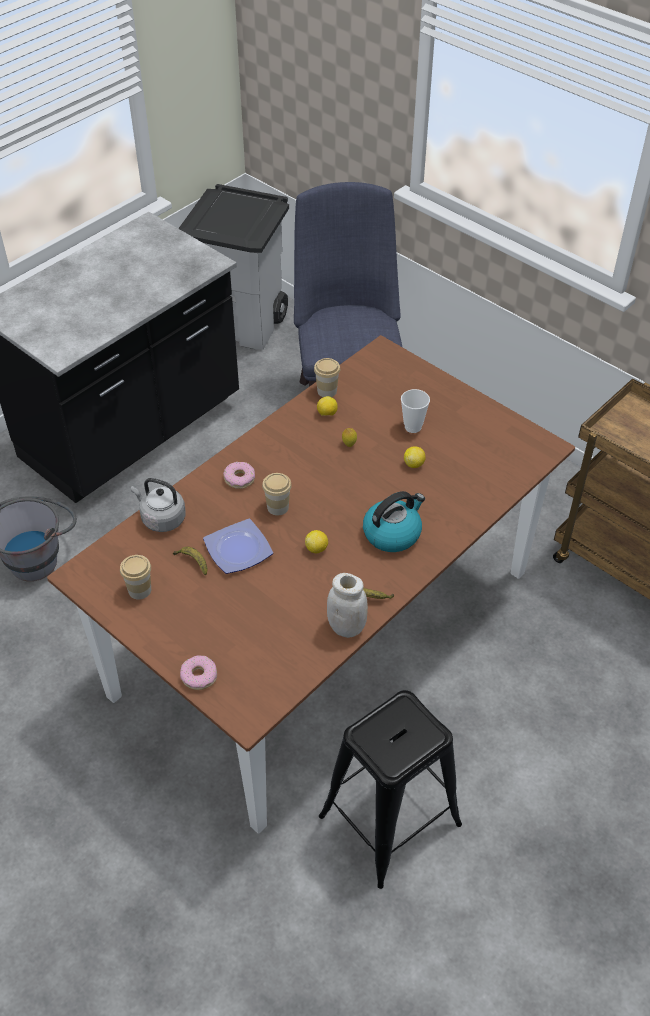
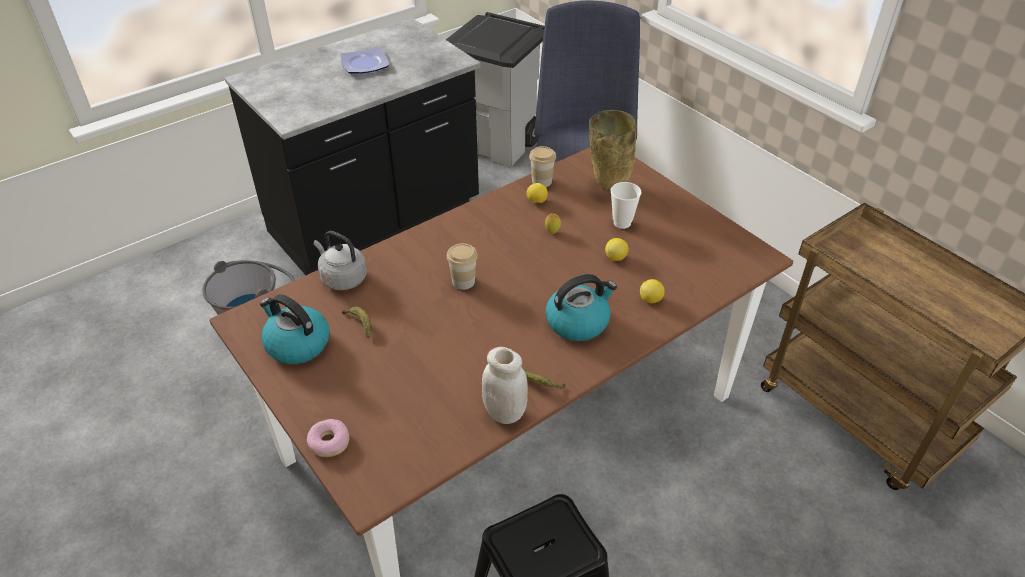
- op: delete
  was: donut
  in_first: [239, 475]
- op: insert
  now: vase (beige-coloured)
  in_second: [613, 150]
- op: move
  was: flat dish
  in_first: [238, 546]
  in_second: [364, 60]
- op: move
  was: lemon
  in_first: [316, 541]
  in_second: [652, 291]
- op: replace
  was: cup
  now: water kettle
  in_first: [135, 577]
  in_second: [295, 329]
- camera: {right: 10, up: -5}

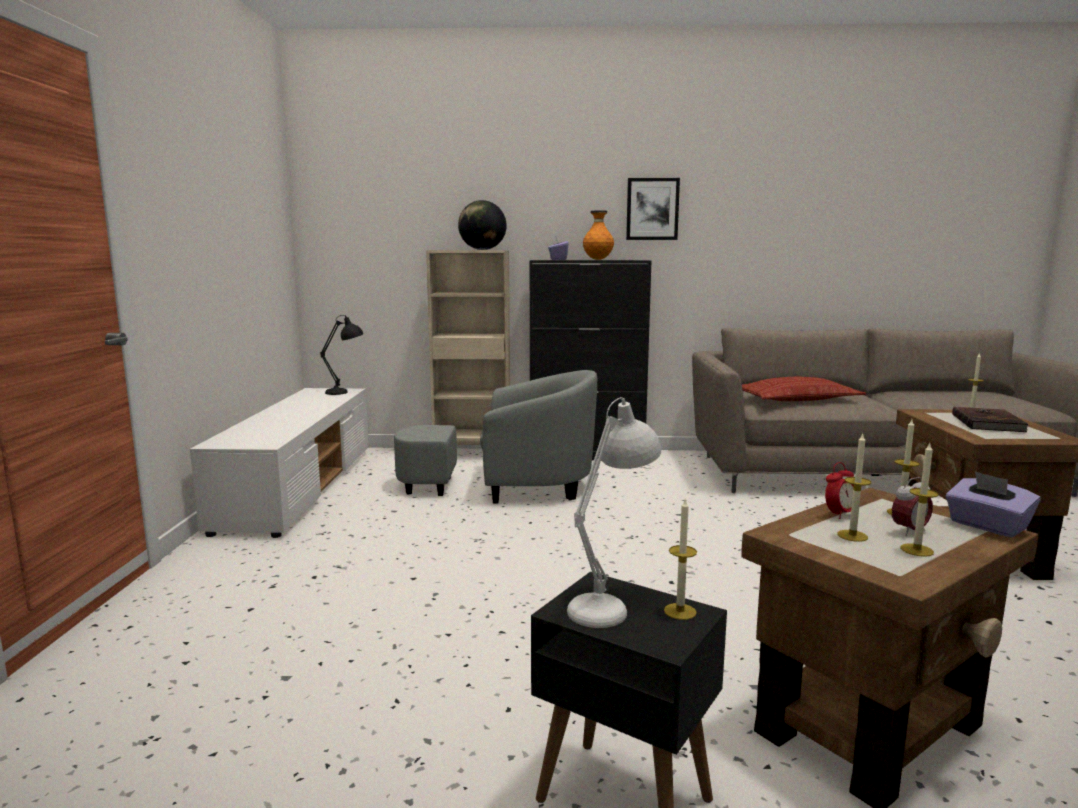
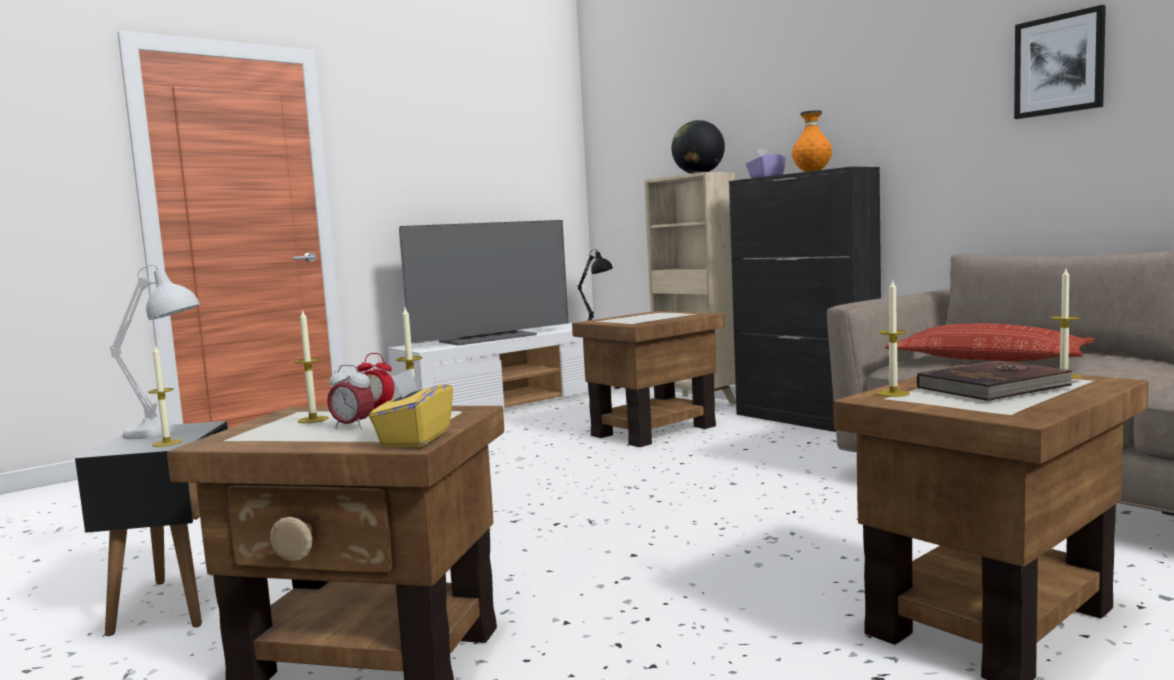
- op: insert
  now: TV set
  in_second: [484, 283]
- op: move
  was: wall art
  in_first: [653, 209]
  in_second: [1060, 62]
- op: move
  was: wax candle
  in_first: [919, 500]
  in_second: [893, 338]
- op: replace
  was: lounge chair (gray)
  now: accent table (brownish)
  in_first: [495, 437]
  in_second: [648, 379]
- op: recolor
  was: tissue holder (purple)
  now: tissue holder (yellow-coloured)
  in_first: [993, 504]
  in_second: [411, 408]
- camera: {right: 50, up: -5}

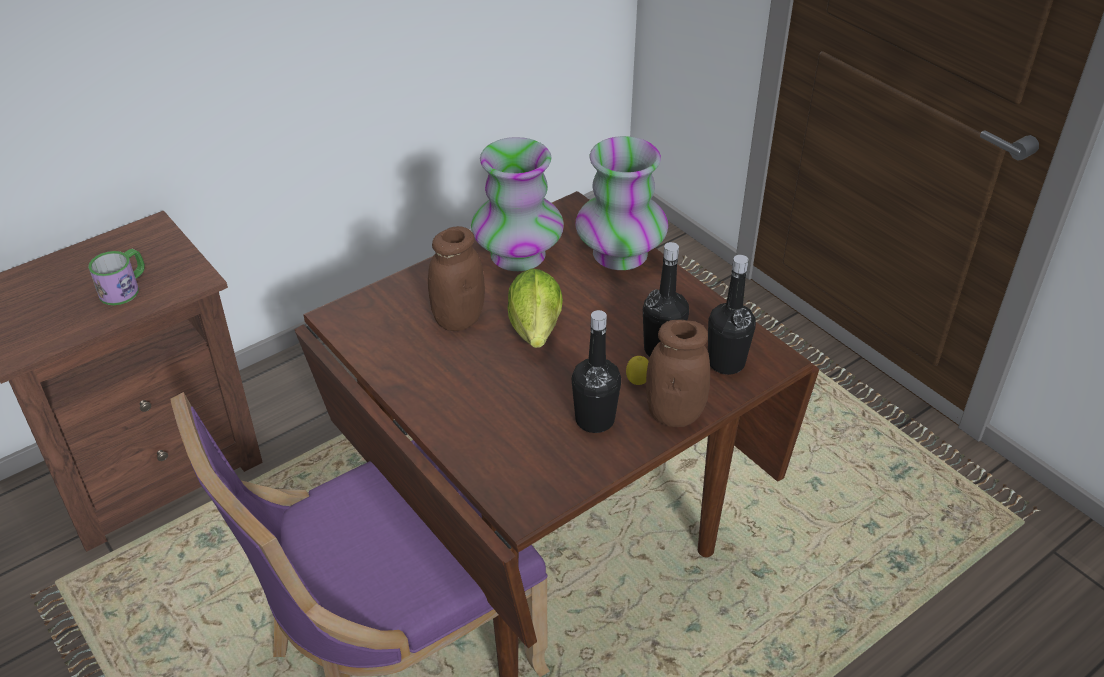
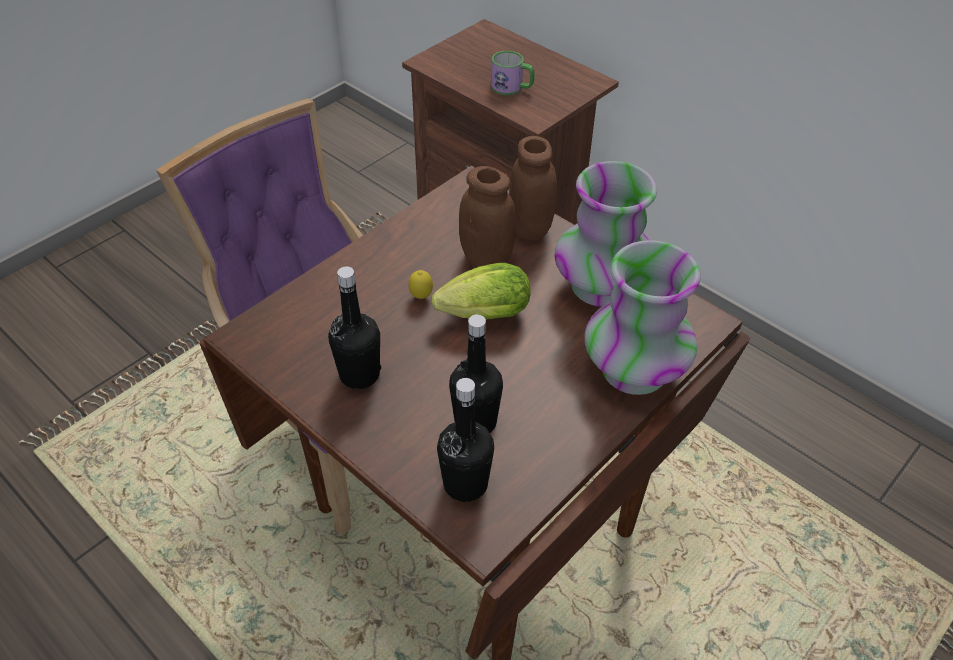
- op: move
  was: lemon
  in_first: [637, 370]
  in_second: [420, 284]
- op: move
  was: preserve jar (brownish)
  in_first: [678, 373]
  in_second: [533, 188]
- camera: {right: 80, up: 5}

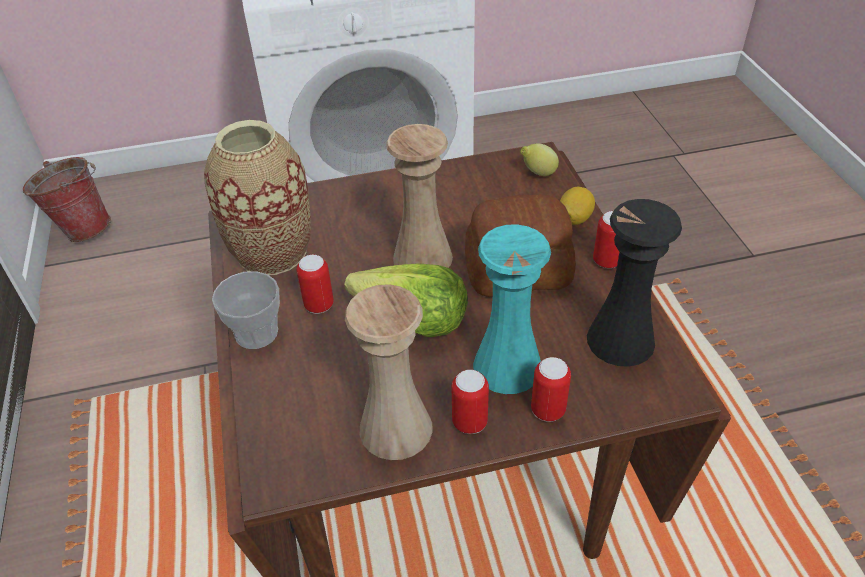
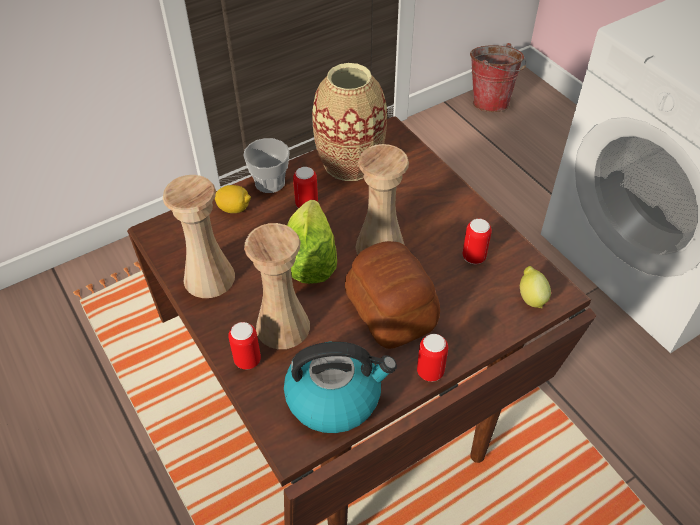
- op: move
  was: can
  in_first: [470, 402]
  in_second: [477, 241]
- op: move
  was: lemon
  in_first: [577, 206]
  in_second: [233, 199]
- op: replace
  was: vase (black)
  now: water kettle
  in_first: [634, 283]
  in_second: [340, 387]
- op: recolor
  was: vase (turquoise)
  now: vase (beige-coloured)
  in_first: [512, 309]
  in_second: [277, 286]
- camera: {right: 70, up: 5}

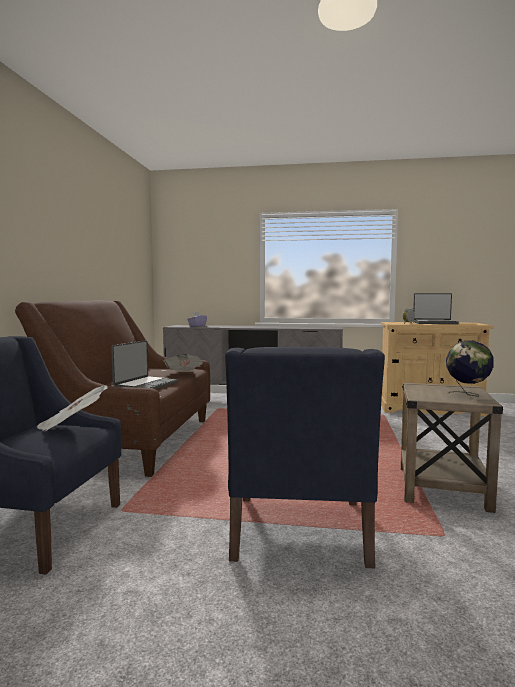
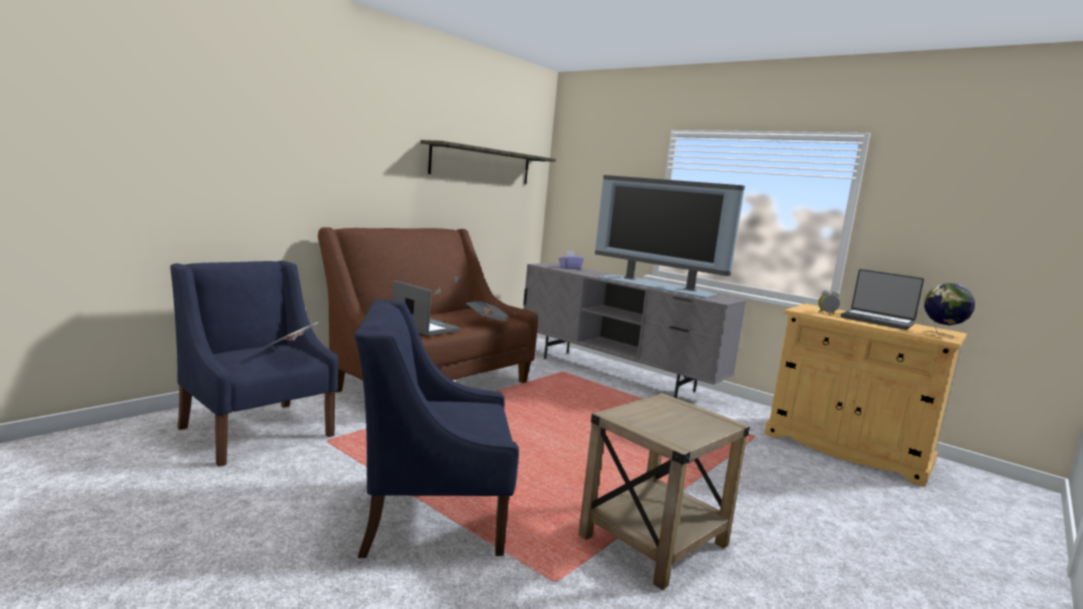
- op: insert
  now: shelf
  in_second: [488, 162]
- op: insert
  now: TV set
  in_second: [670, 236]
- op: move
  was: desk globe
  in_first: [470, 369]
  in_second: [949, 310]
- op: rotate
  was: notebook computer
  in_first: [144, 364]
  in_second: [426, 308]
  clockwise: -105
- op: rotate
  was: lounge chair (bluish)
  in_first: [305, 457]
  in_second: [436, 429]
  clockwise: 45
- camera: {right: 30, up: 5}

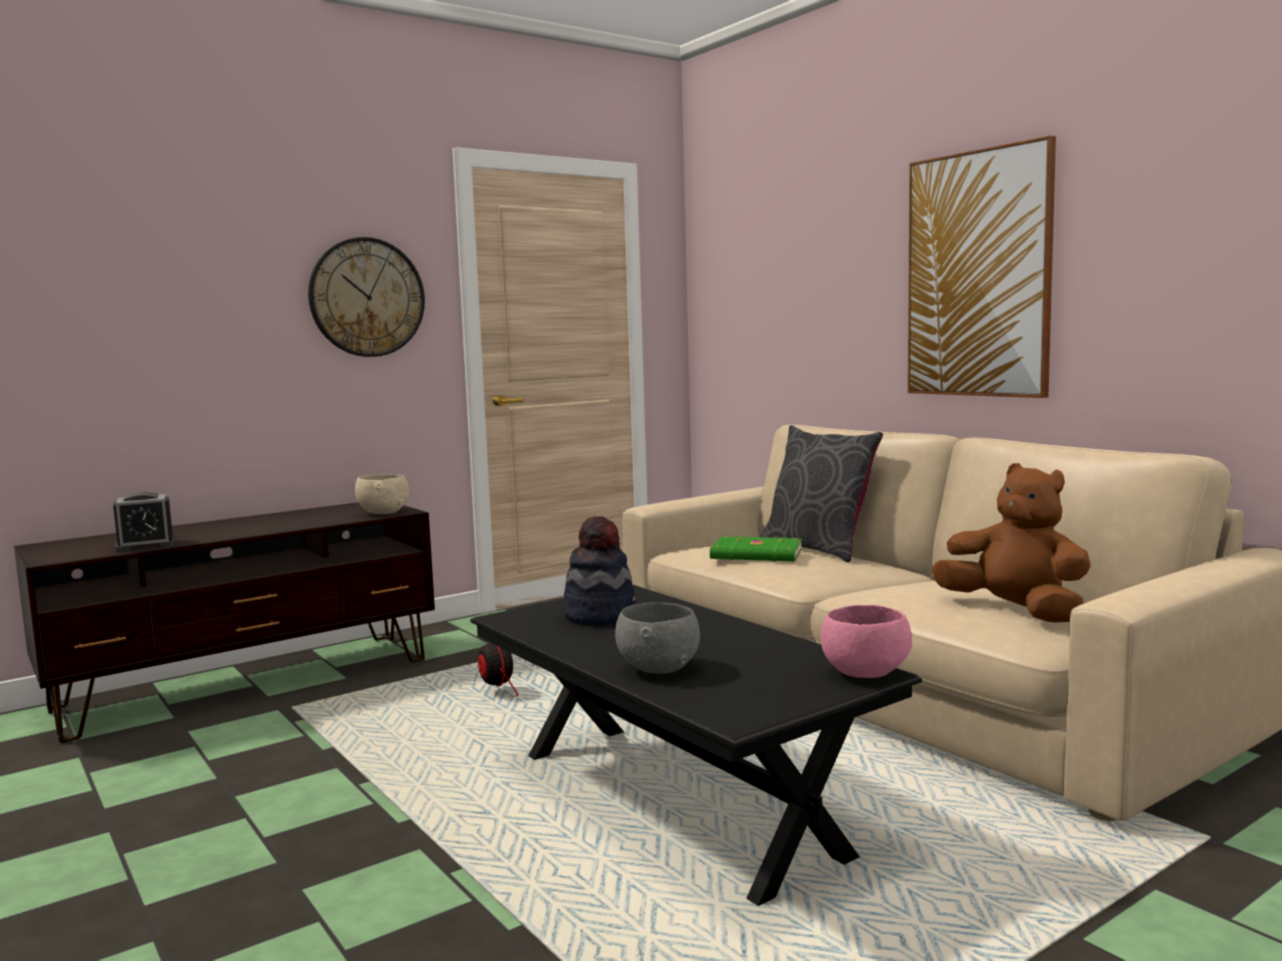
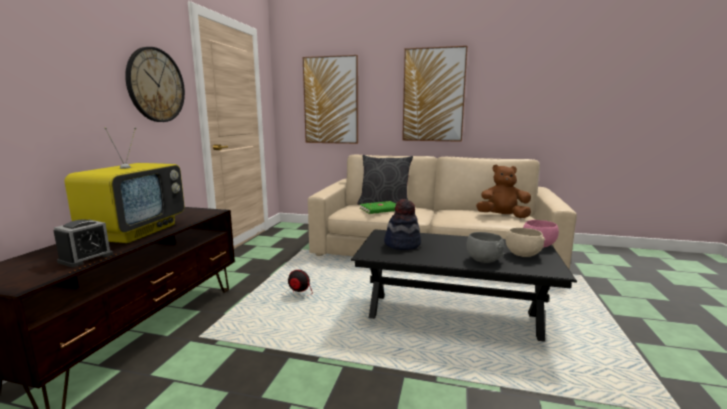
- op: insert
  now: TV set
  in_second: [124, 185]
- op: insert
  now: wall art
  in_second: [330, 99]
- op: move
  was: serving bowl (beige-coloured)
  in_first: [382, 494]
  in_second: [525, 242]
- camera: {right: -40, up: 5}

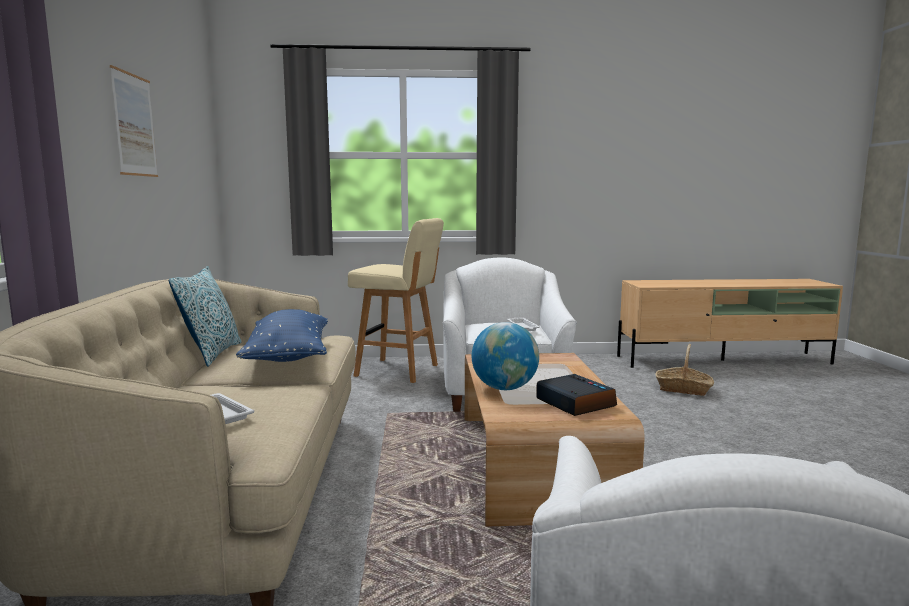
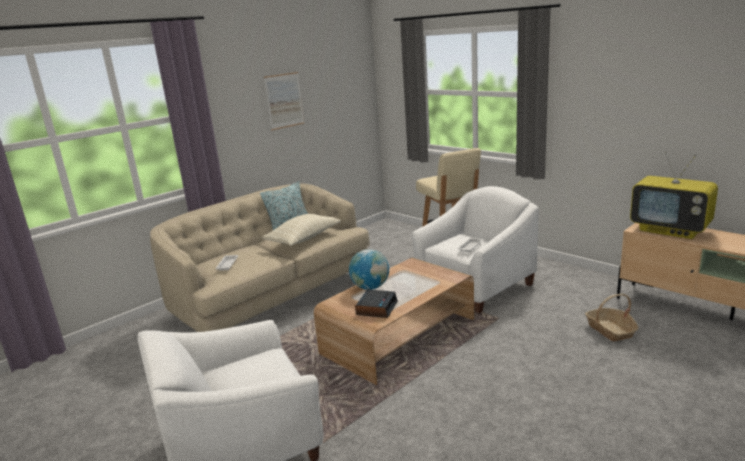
- op: insert
  now: TV set
  in_second: [674, 195]
- op: recolor
  was: cushion (bluish)
  now: cushion (beige-coloured)
  in_first: [282, 335]
  in_second: [301, 230]
- camera: {right: 50, up: 10}

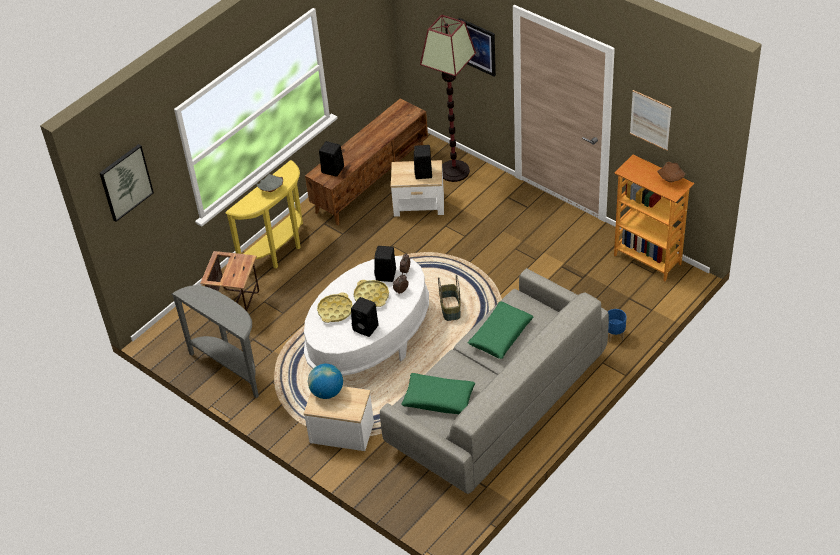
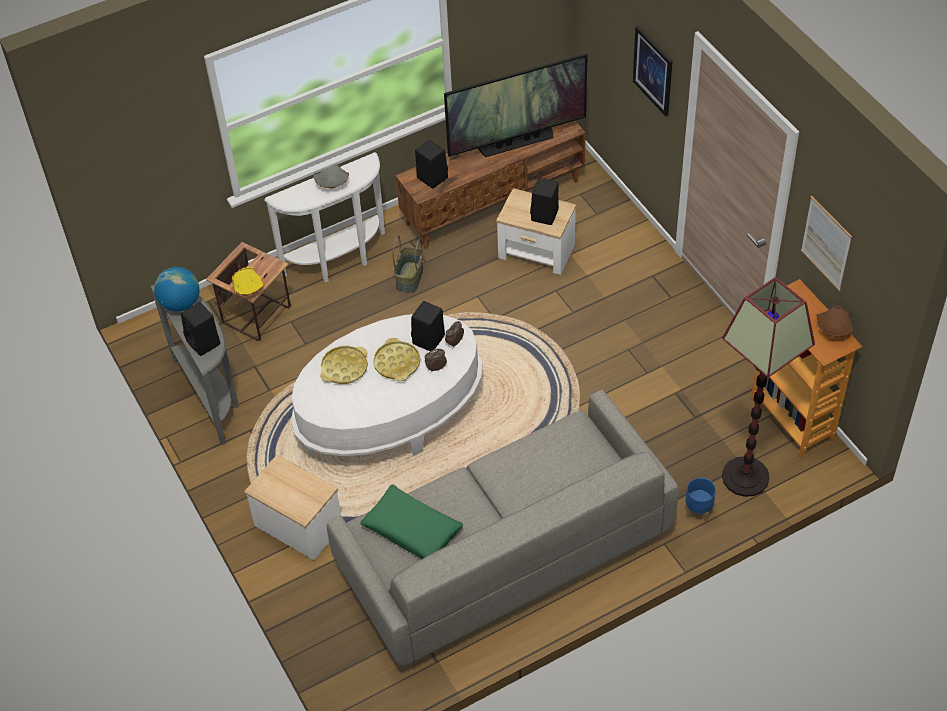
- op: delete
  was: wall art
  in_first: [127, 183]
- op: delete
  was: cushion (green-coloured)
  in_first: [501, 330]
- op: insert
  now: serving bowl (yellow-coloured)
  in_second: [248, 281]
- op: insert
  now: TV set
  in_second: [516, 105]
- op: move
  was: desk globe
  in_first: [325, 381]
  in_second: [177, 289]
- op: move
  was: speaker (black)
  in_first: [365, 317]
  in_second: [200, 329]
- op: move
  was: floor lamp
  in_first: [448, 98]
  in_second: [768, 387]
- op: move
  was: storage basket
  in_first: [449, 298]
  in_second: [408, 264]
- op: recolor
  was: console table (yellow-coloured)
  now: console table (white)
  in_first: [264, 214]
  in_second: [324, 217]
- camera: {right: 20, up: 5}

